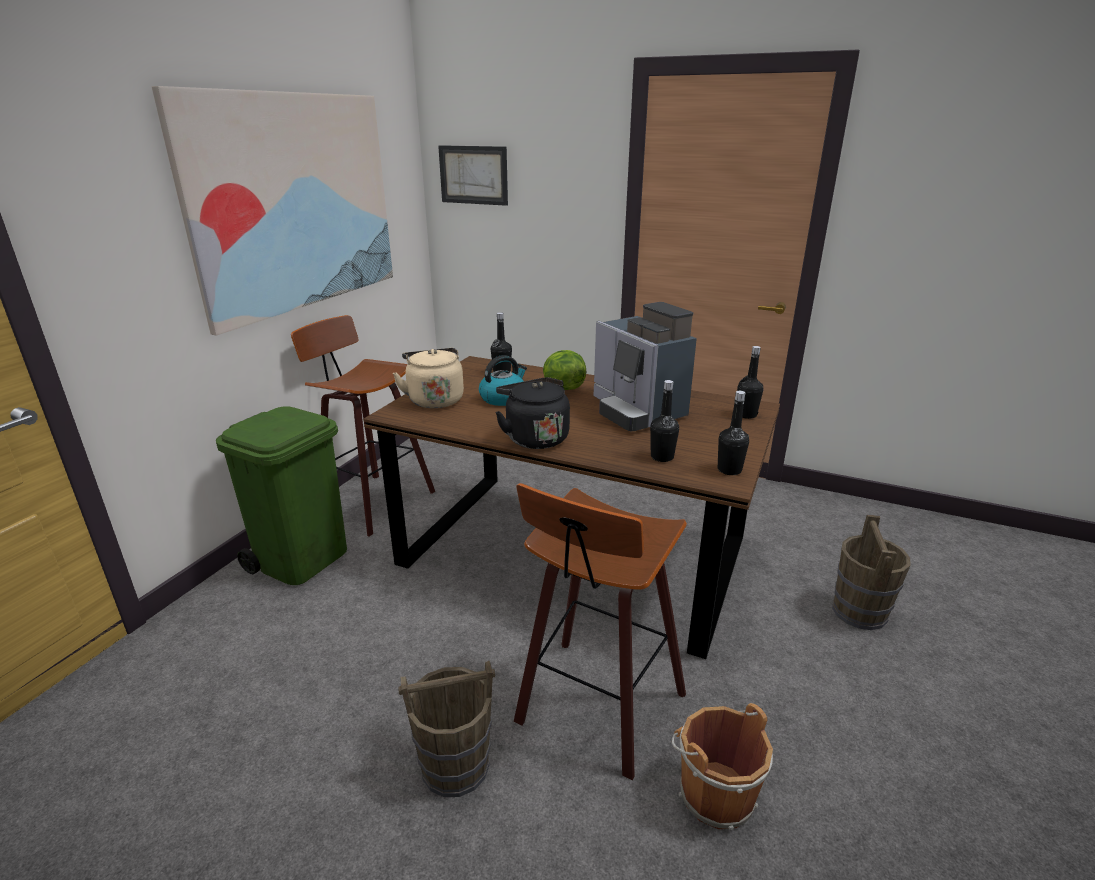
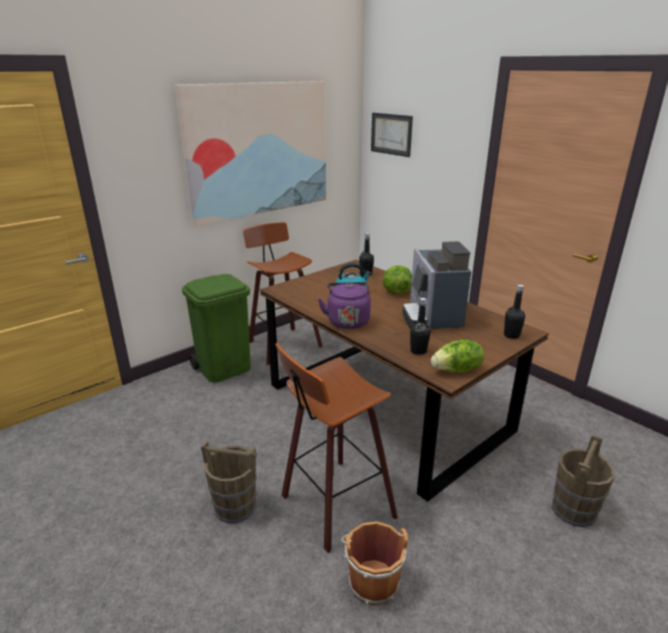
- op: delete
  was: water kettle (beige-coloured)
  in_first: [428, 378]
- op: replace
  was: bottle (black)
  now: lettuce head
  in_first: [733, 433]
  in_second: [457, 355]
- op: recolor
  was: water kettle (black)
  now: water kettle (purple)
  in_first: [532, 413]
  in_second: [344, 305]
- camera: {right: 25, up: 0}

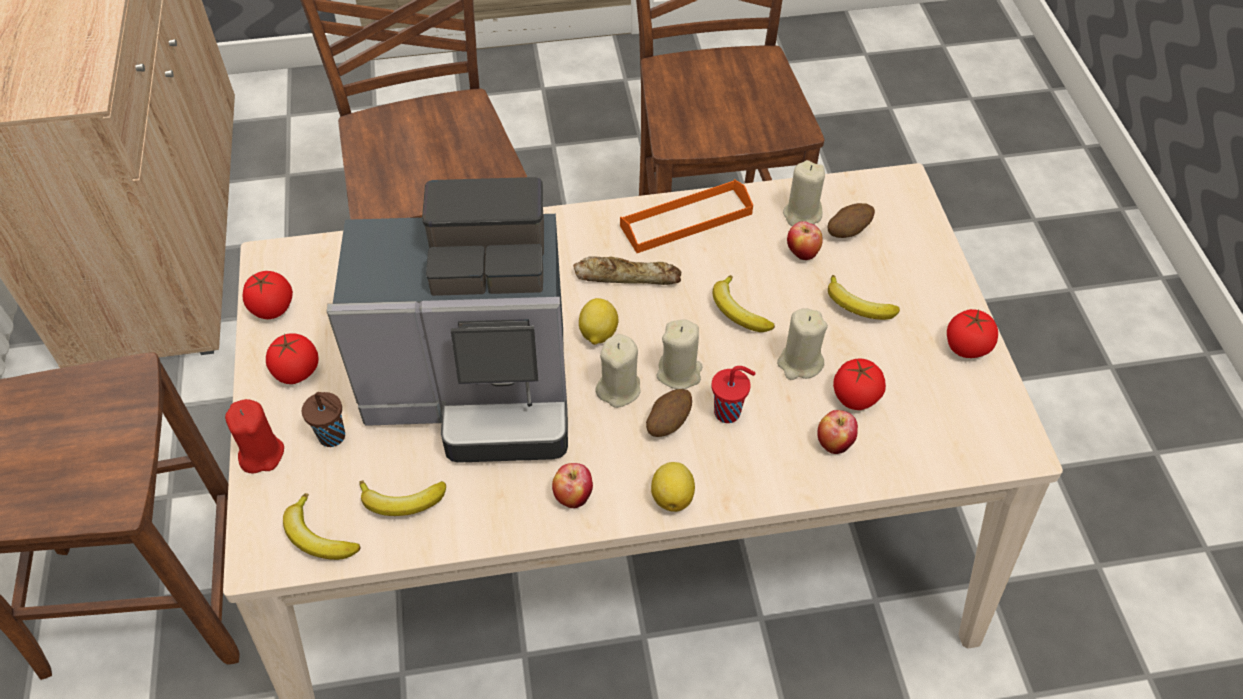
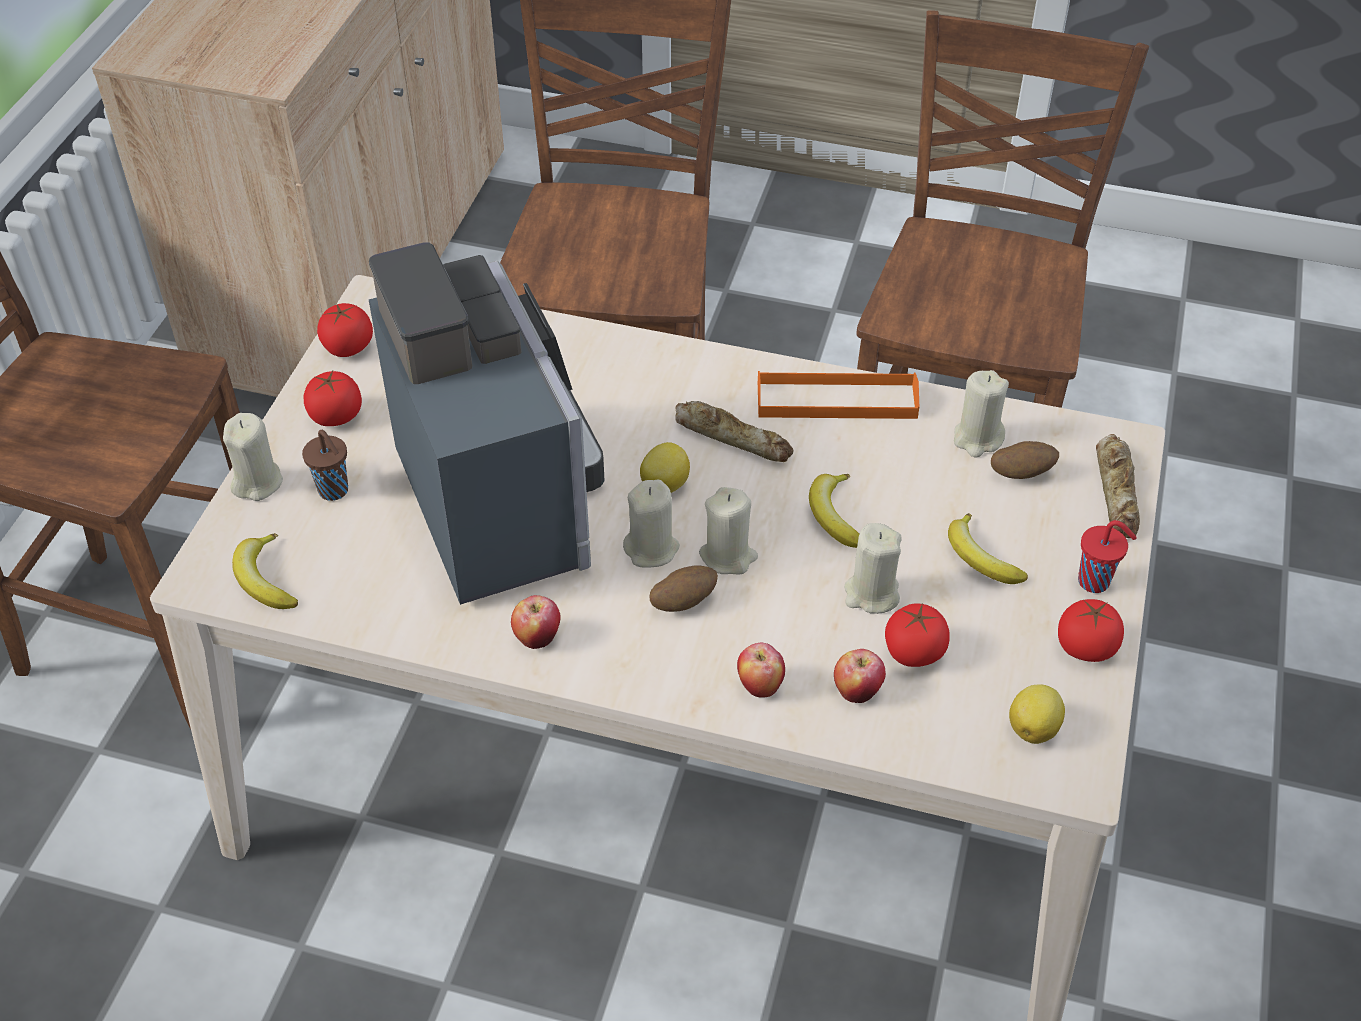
- op: delete
  was: whole banana
  in_first: [402, 498]
- op: insert
  now: bakery bread
  in_second: [1118, 486]
- op: move
  was: lemon
  in_first: [673, 487]
  in_second: [1037, 714]
- op: move
  was: cup (red)
  in_first: [733, 394]
  in_second: [1107, 556]
- op: move
  was: whole apple
  in_first: [805, 240]
  in_second: [761, 670]
- op: recolor
  was: wax candle (red)
  now: wax candle (beige-coloured)
  in_first: [254, 436]
  in_second: [253, 457]
- op: rotate
  was: coffee brewer
  in_first: [447, 320]
  in_second: [487, 423]
  clockwise: -135
- camera: {right: 25, up: -5}

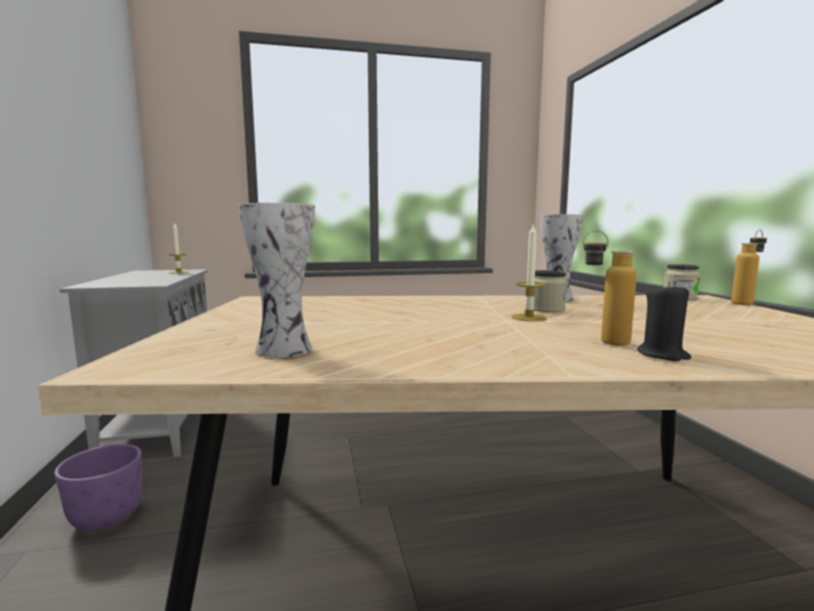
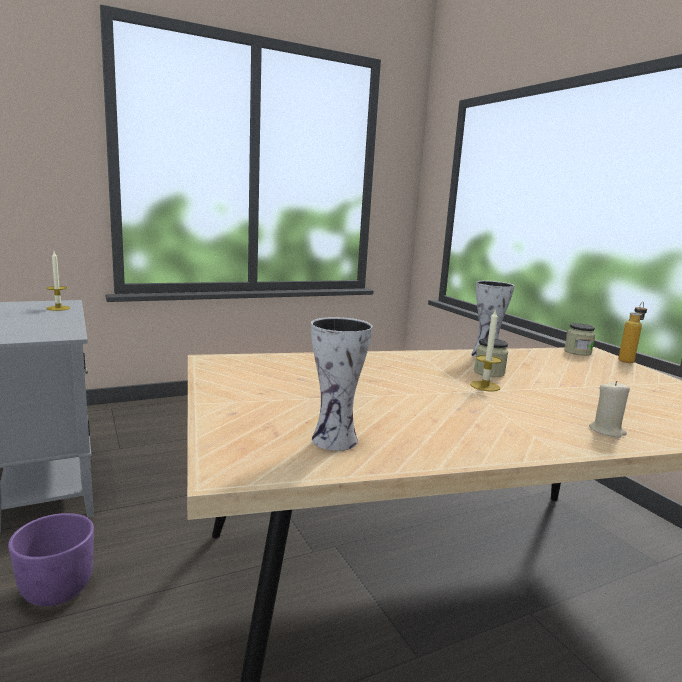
- op: delete
  was: bottle
  in_first: [609, 288]
- op: recolor
  was: wax candle (black)
  now: wax candle (beige-coloured)
  in_first: [664, 321]
  in_second: [609, 409]
- camera: {right: -15, up: 5}

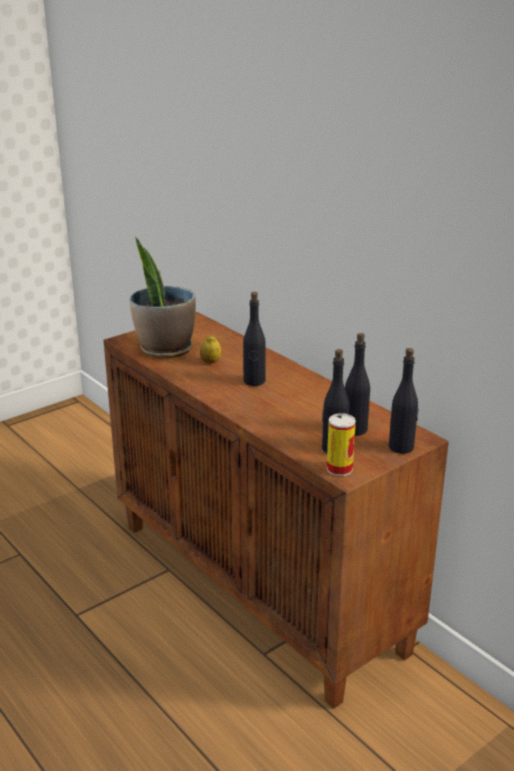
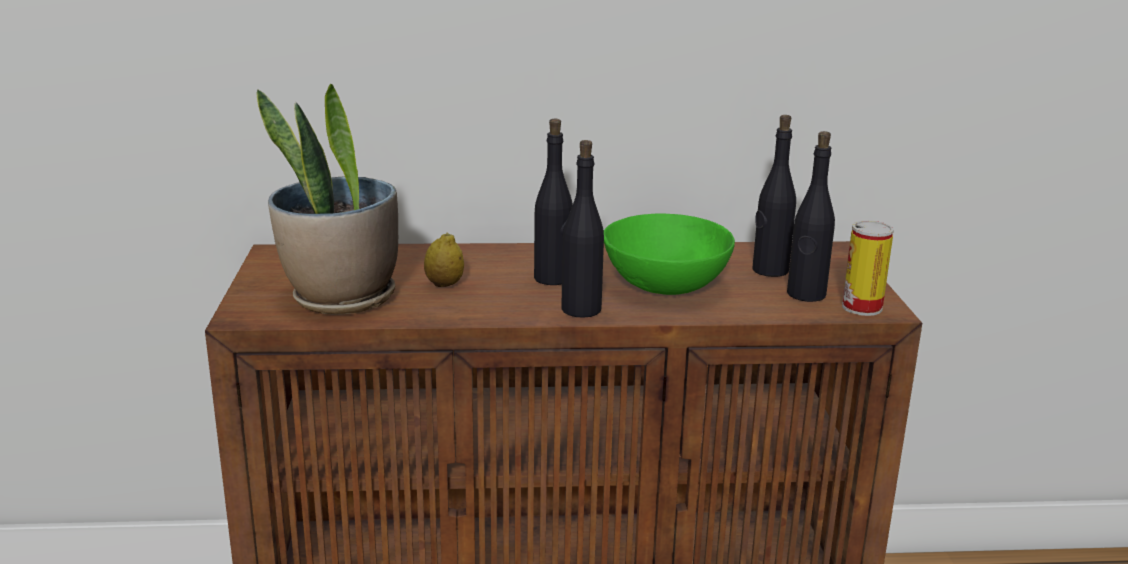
- op: insert
  now: serving bowl (green-coloured)
  in_second: [669, 254]
- op: move
  was: bottle (black)
  in_first: [404, 401]
  in_second: [582, 229]
- camera: {right: -55, up: -5}

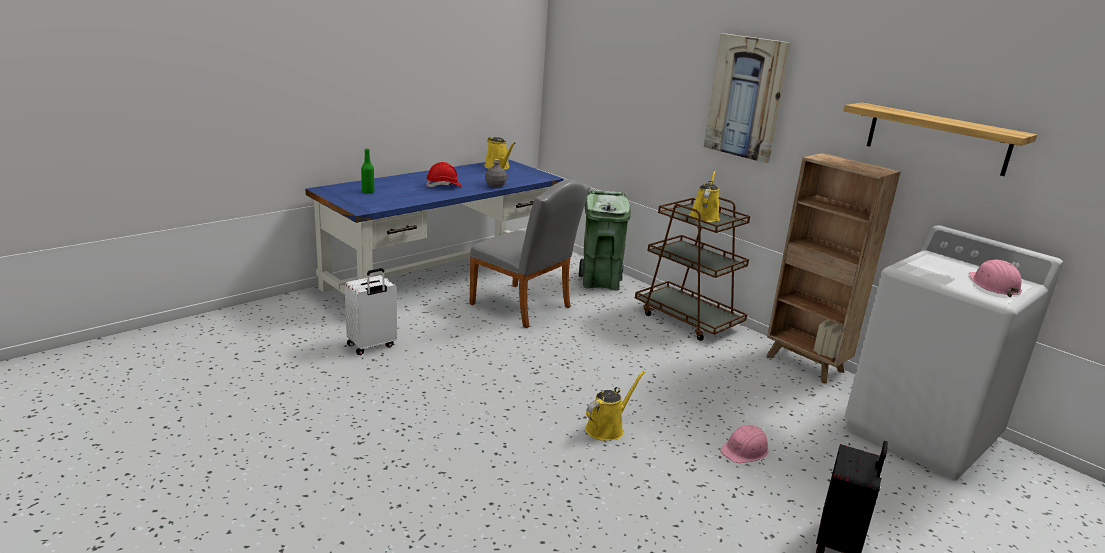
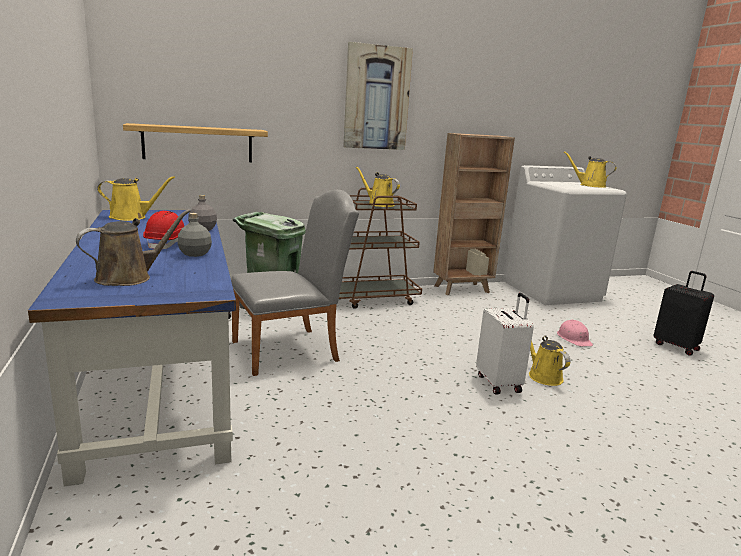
- op: insert
  now: bottle (gray)
  in_second: [195, 235]
- op: move
  was: suitcase (white)
  in_first: [371, 311]
  in_second: [505, 344]
- op: move
  was: shelf
  in_first: [940, 139]
  in_second: [195, 142]
- op: replace
  was: bottle (green-coloured)
  now: watering can (brownish)
  in_first: [367, 171]
  in_second: [133, 247]
- op: replace
  was: hard hat (pink)
  now: watering can (yellow-coloured)
  in_first: [995, 278]
  in_second: [590, 169]
- camera: {right: -65, up: -5}

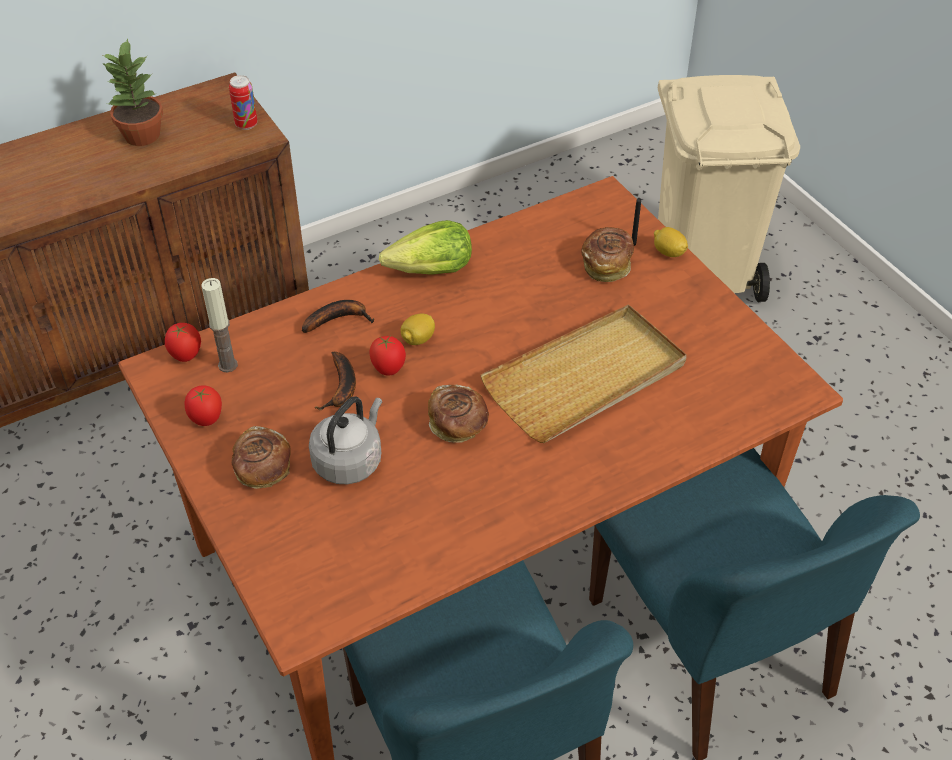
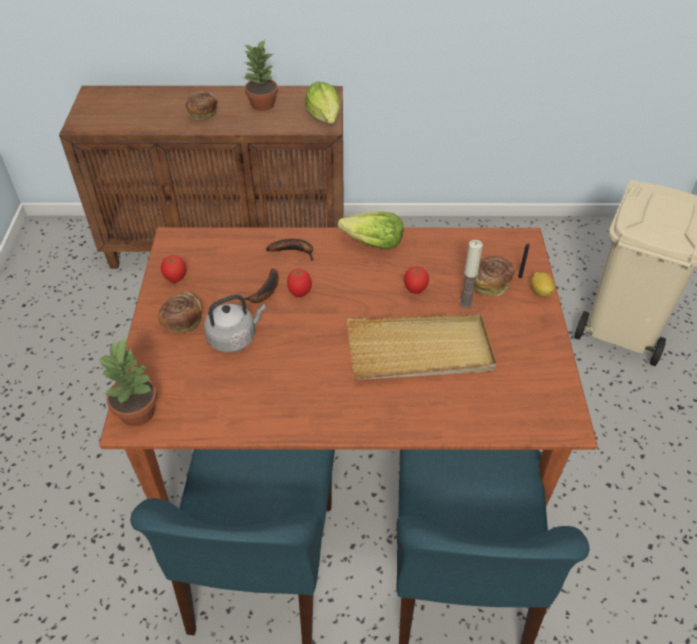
- op: delete
  was: lemon
  in_first: [417, 329]
- op: insert
  now: potted plant
  in_second: [127, 381]
- op: move
  was: fresh tomato
  in_first: [183, 342]
  in_second: [416, 280]
- op: move
  was: wax candle
  in_first: [219, 325]
  in_second: [471, 274]
- op: move
  was: bakery bread
  in_first: [458, 413]
  in_second: [201, 105]
- op: replace
  was: can
  now: lettuce head
  in_first: [243, 102]
  in_second: [322, 103]
- camera: {right: 30, up: 0}

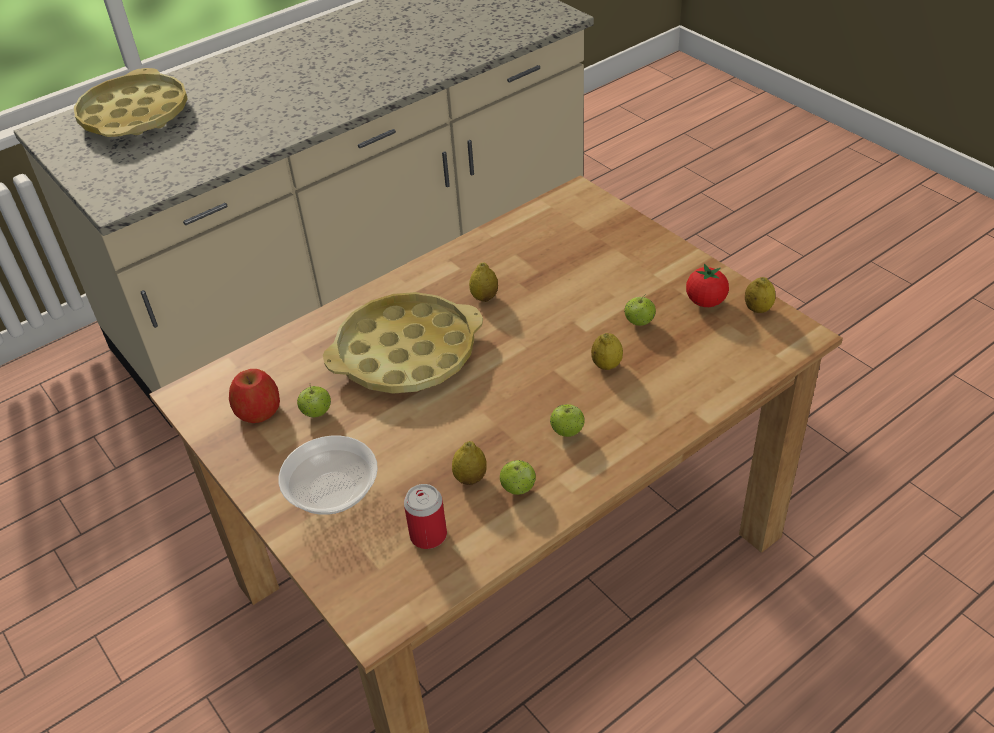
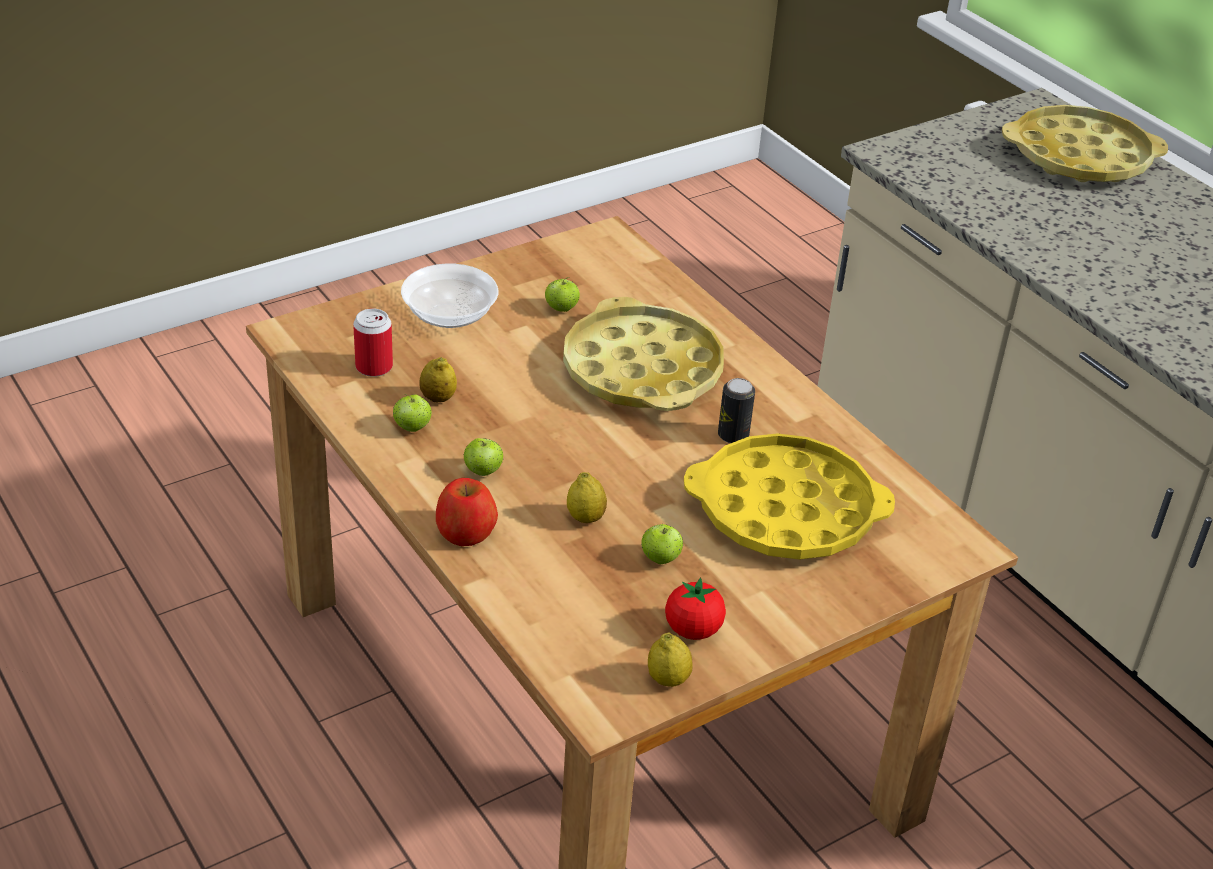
- op: insert
  now: carrying tray (yellow-coloured)
  in_second: [789, 496]
- op: move
  was: whole apple
  in_first: [254, 396]
  in_second: [467, 512]
- op: replace
  was: lemon
  now: can
  in_first: [483, 282]
  in_second: [736, 410]
- camera: {right: 90, up: -5}

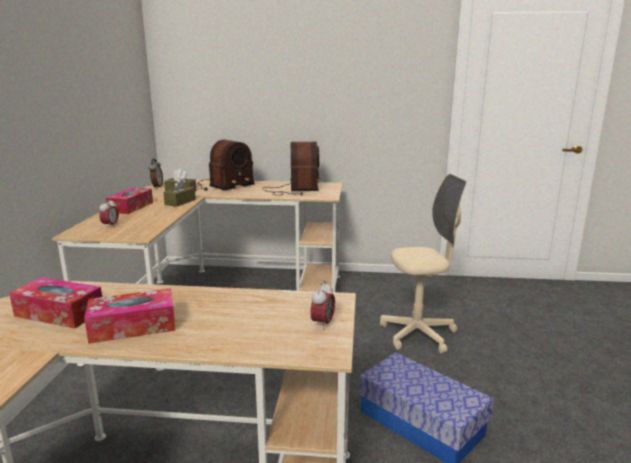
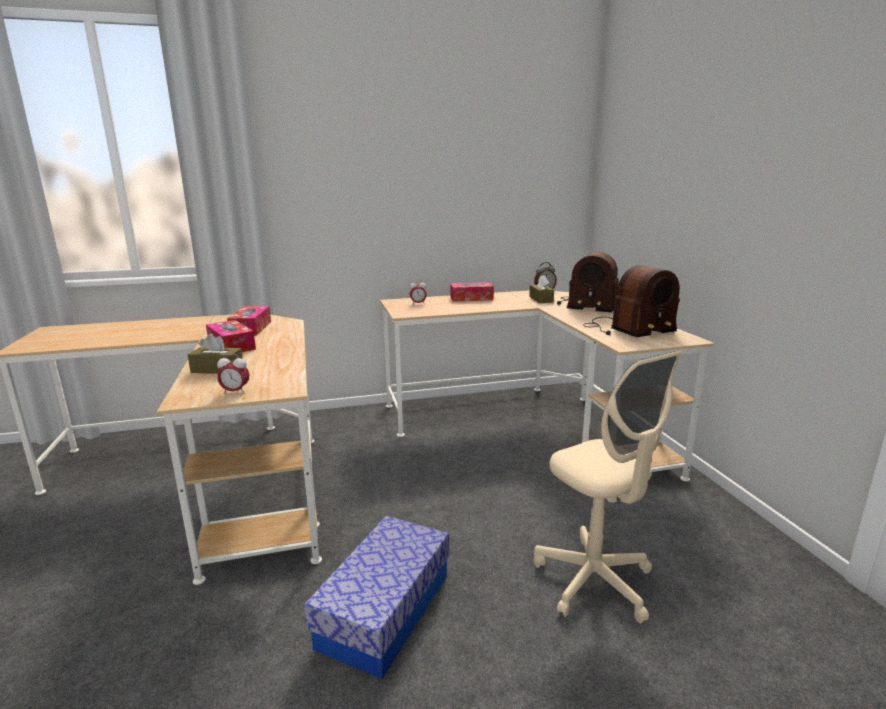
- op: move
  was: tissue holder (brownish)
  in_first: [179, 192]
  in_second: [215, 353]
- camera: {right: 70, up: 0}

